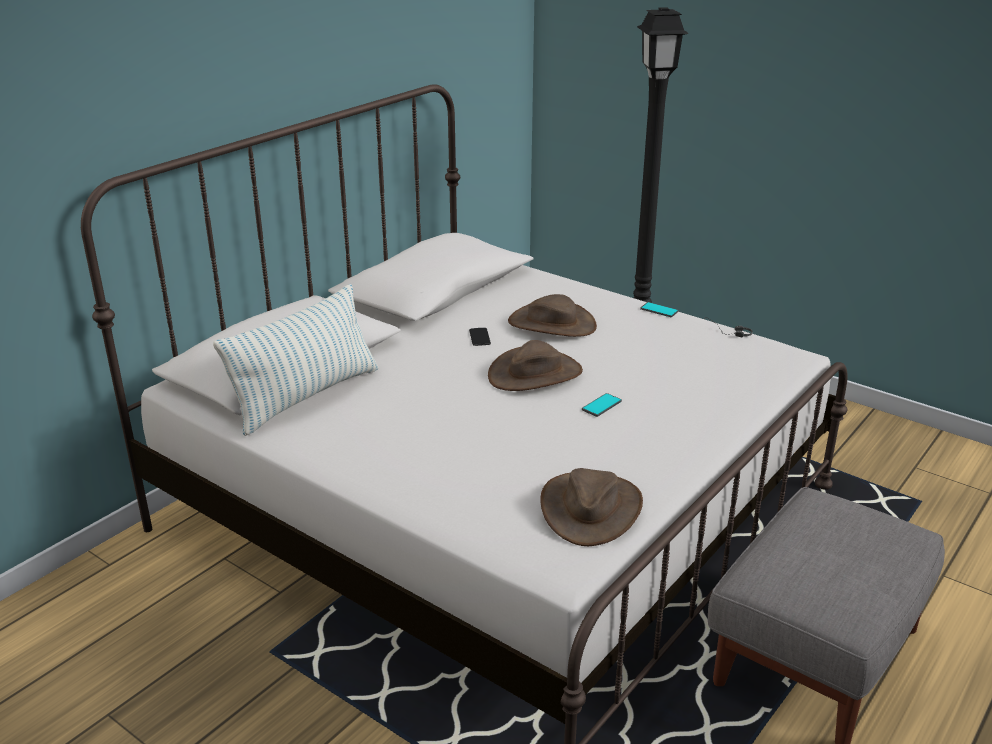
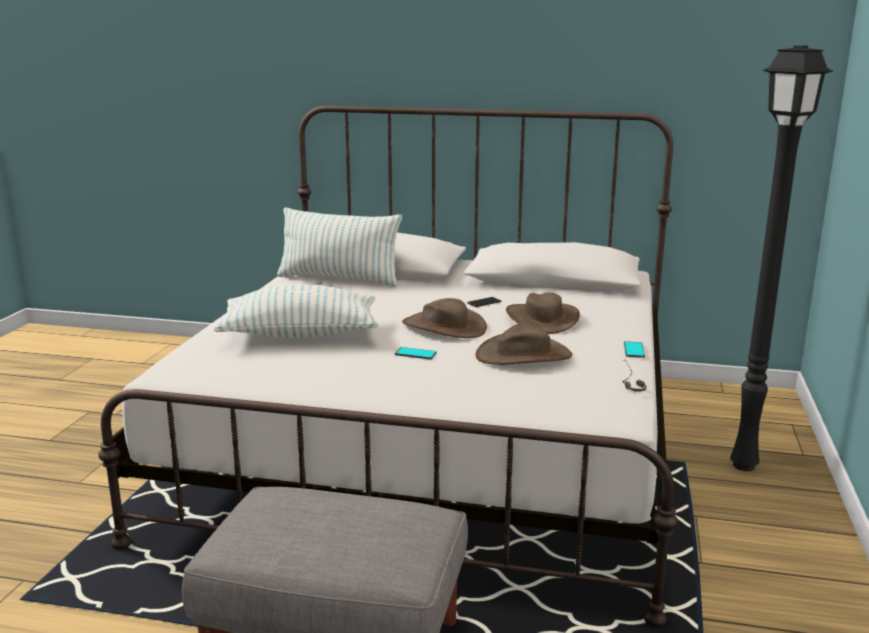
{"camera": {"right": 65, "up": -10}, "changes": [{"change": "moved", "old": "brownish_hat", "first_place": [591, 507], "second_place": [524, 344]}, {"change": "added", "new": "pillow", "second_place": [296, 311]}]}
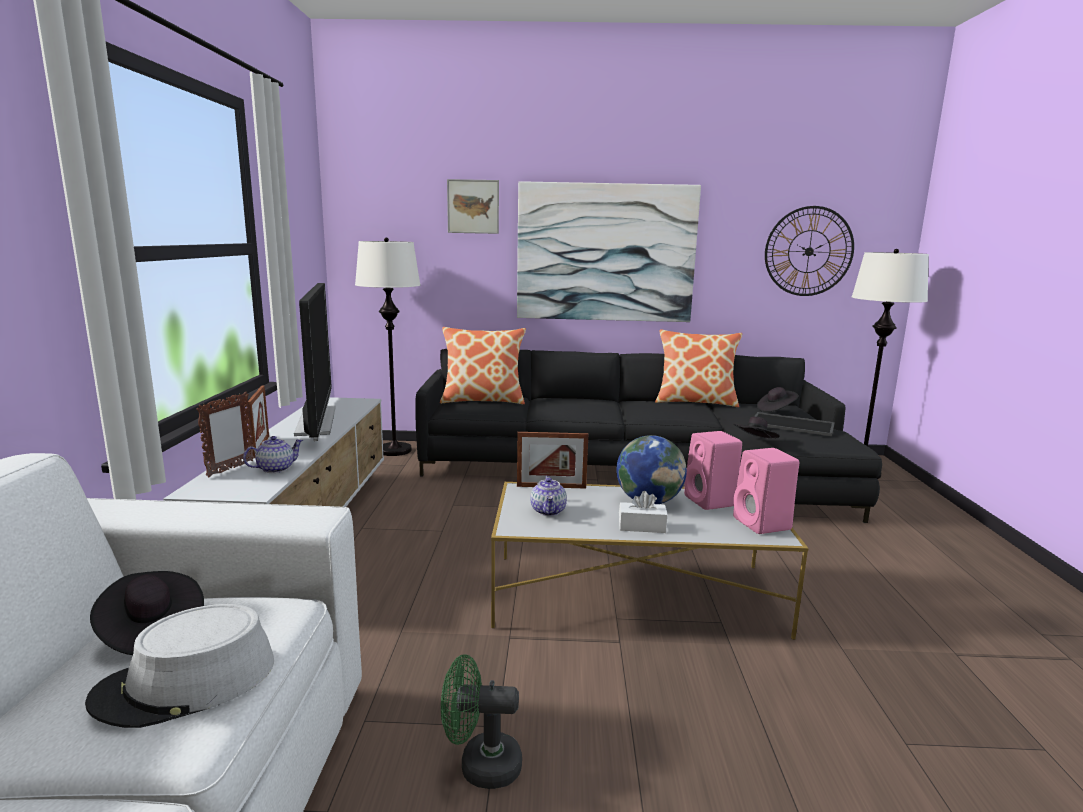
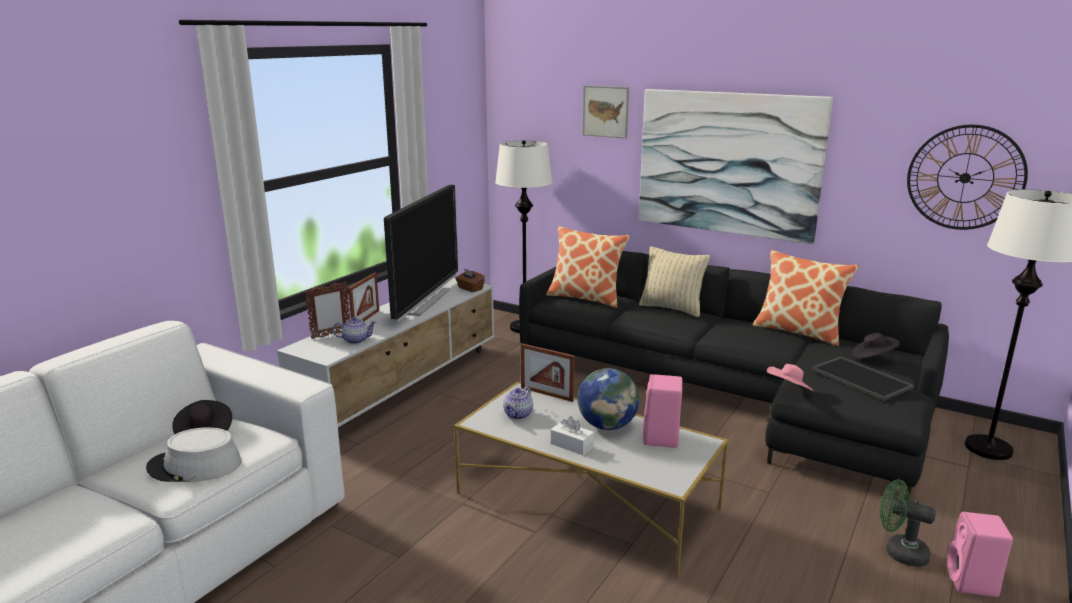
{"camera": {"right": 30, "up": 5}, "changes": [{"change": "recoloured", "old": "blackish_hat", "new": "pink_hat", "first_place": [756, 428], "second_place": [790, 377]}, {"change": "moved", "old": "pink_speaker", "first_place": [766, 491], "second_place": [979, 554]}, {"change": "moved", "old": "green_fan", "first_place": [481, 721], "second_place": [908, 523]}, {"change": "added", "new": "sand-coloured_pillow", "second_place": [674, 281]}, {"change": "added", "new": "brownish_box_of_tissues", "second_place": [470, 280]}]}
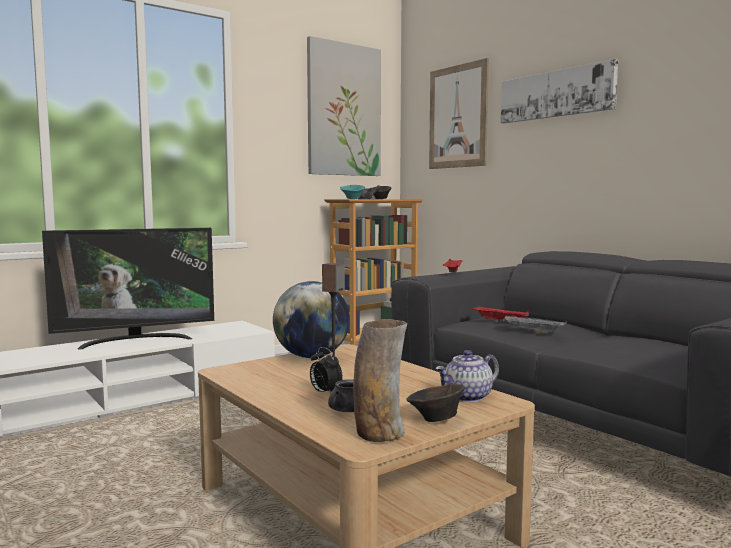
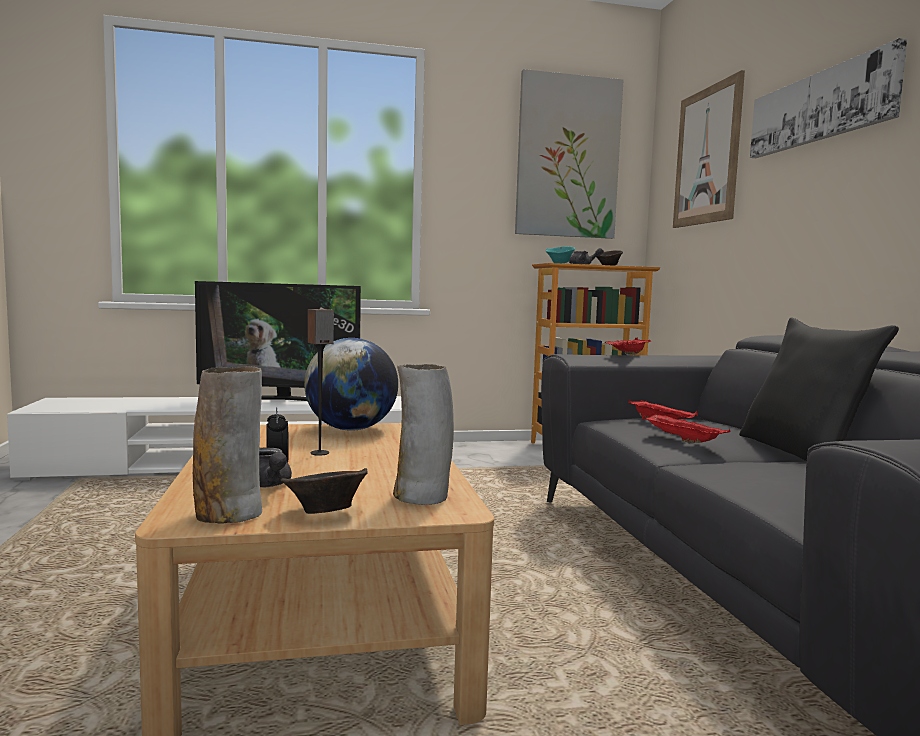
{"camera": {"right": 25, "up": 0}, "changes": [{"change": "recoloured", "old": "grey_serving_tray", "new": "reddish_serving_tray", "first_place": [534, 325], "second_place": [686, 428]}, {"change": "replaced", "old": "tea_pot", "new": "vase", "first_place": [467, 376], "second_place": [423, 434]}, {"change": "added", "new": "blackish_pillow", "second_place": [819, 389]}]}
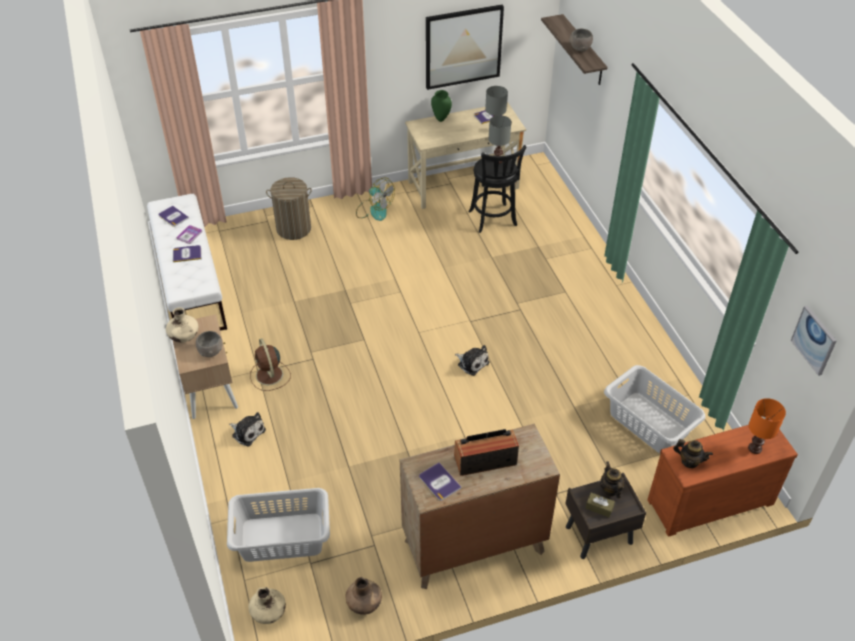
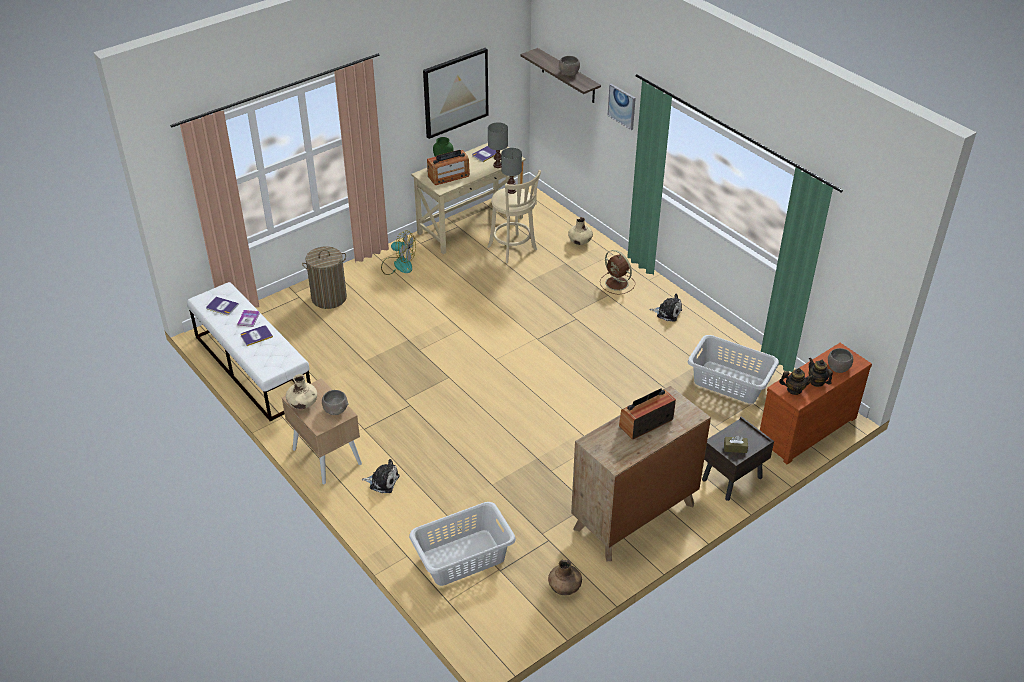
{"camera": {"right": -20, "up": -5}, "changes": [{"change": "recoloured", "old": "blackish_stool", "new": "sand-coloured_stool", "first_place": [497, 189], "second_place": [514, 216]}, {"change": "moved", "old": "picture", "first_place": [814, 341], "second_place": [622, 107]}, {"change": "moved", "old": "brownish_fan", "first_place": [270, 364], "second_place": [617, 272]}, {"change": "moved", "old": "plush_toy", "first_place": [472, 360], "second_place": [665, 308]}, {"change": "replaced", "old": "orange-coloured_tabletop_lamp", "new": "grey_deep_dish", "first_place": [767, 426], "second_place": [840, 360]}, {"change": "moved", "old": "tea_pot", "first_place": [612, 480], "second_place": [821, 372]}, {"change": "removed", "old": "bound_book", "first_place": [440, 482]}, {"change": "moved", "old": "sand-coloured_vase", "first_place": [267, 605], "second_place": [580, 231]}, {"change": "added", "new": "radio_set", "second_place": [448, 167]}]}
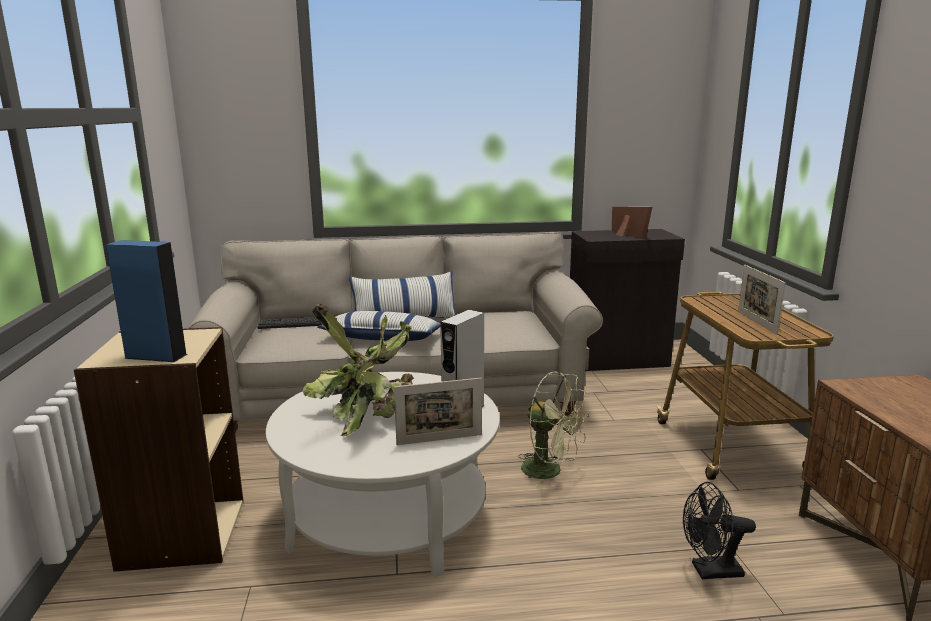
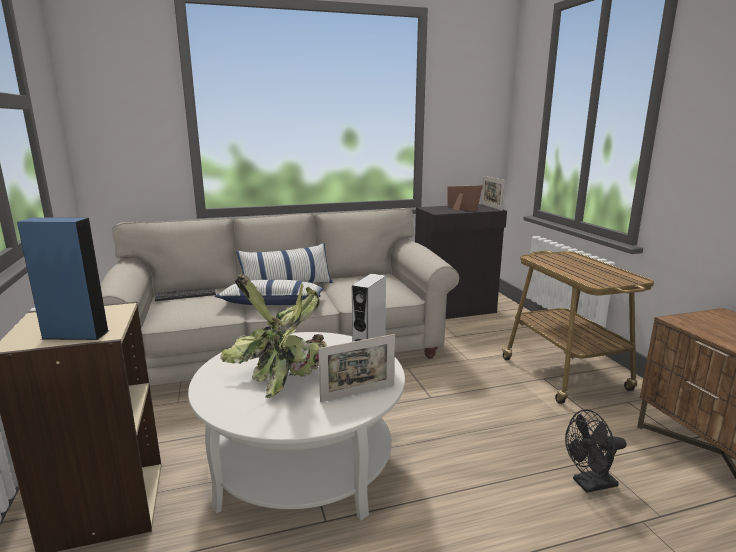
{"camera": {"right": -10, "up": 0}, "changes": [{"change": "moved", "old": "photo_frame", "first_place": [761, 300], "second_place": [493, 193]}, {"change": "removed", "old": "green_fan", "first_place": [553, 430]}]}
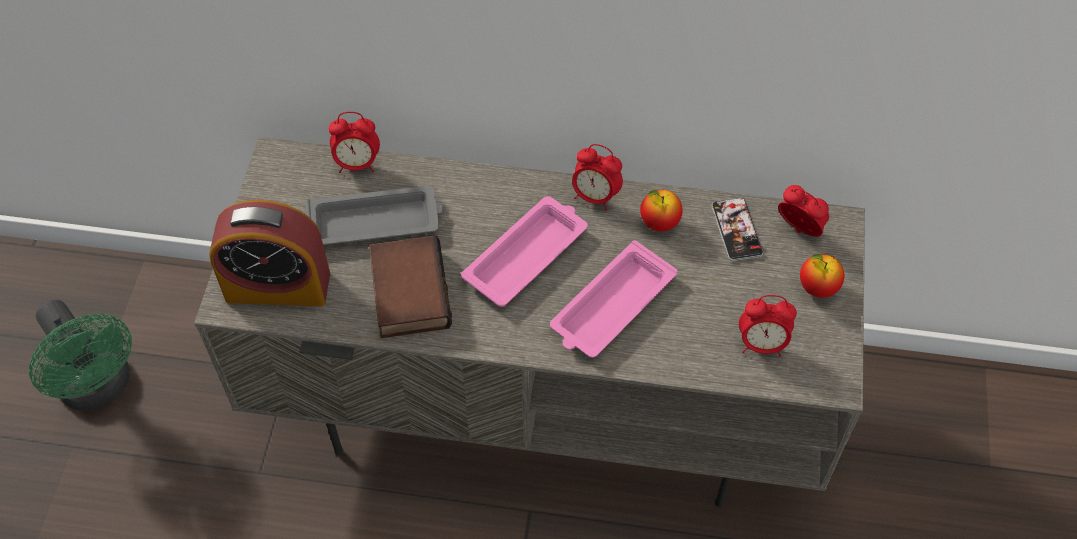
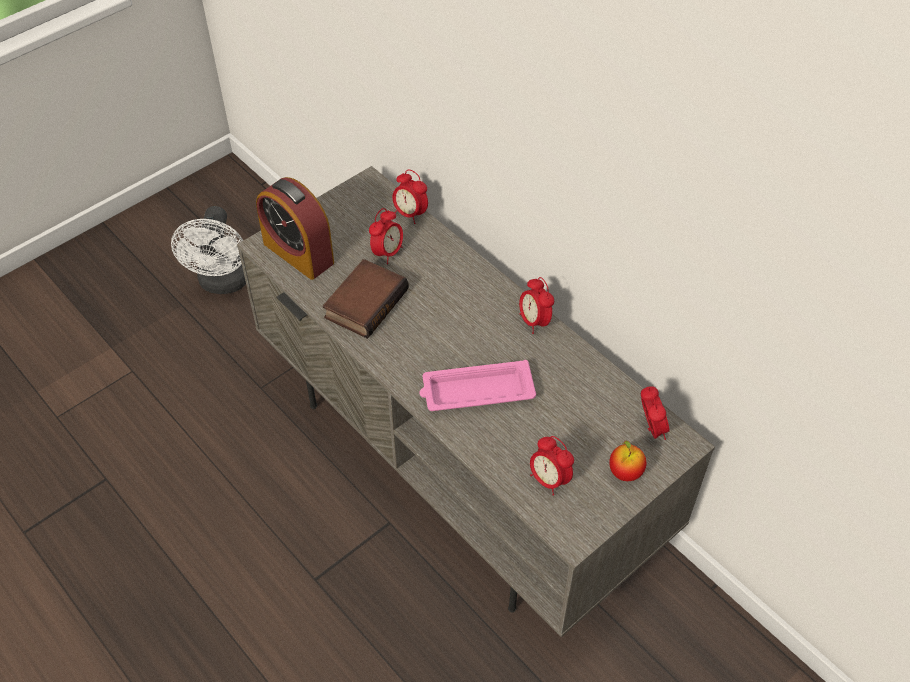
{"camera": {"right": 40, "up": -5}, "changes": [{"change": "replaced", "old": "grey_serving_tray", "new": "bedside_clock", "first_place": [374, 215], "second_place": [386, 236]}, {"change": "removed", "old": "whole_apple", "first_place": [661, 211]}, {"change": "removed", "old": "pink_serving_tray", "first_place": [524, 251]}, {"change": "removed", "old": "telephone", "first_place": [737, 229]}, {"change": "recoloured", "old": "green_fan", "new": "white-coloured_fan", "first_place": [80, 355], "second_place": [208, 250]}]}
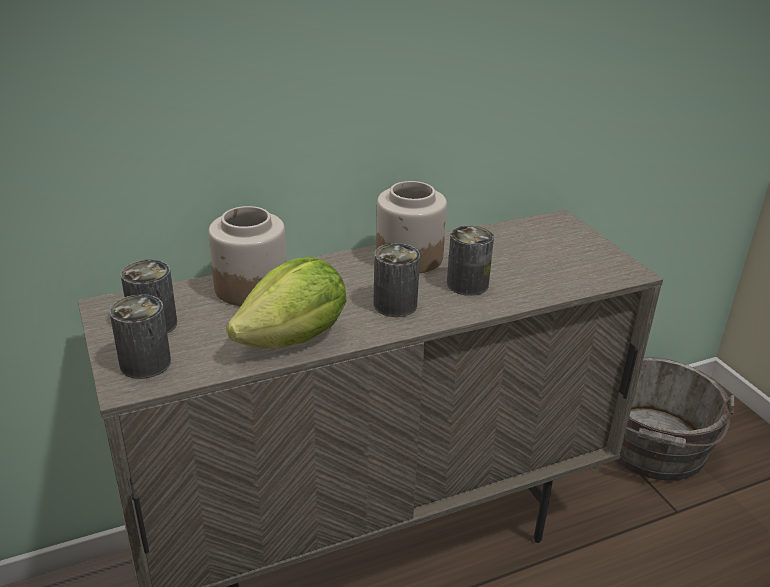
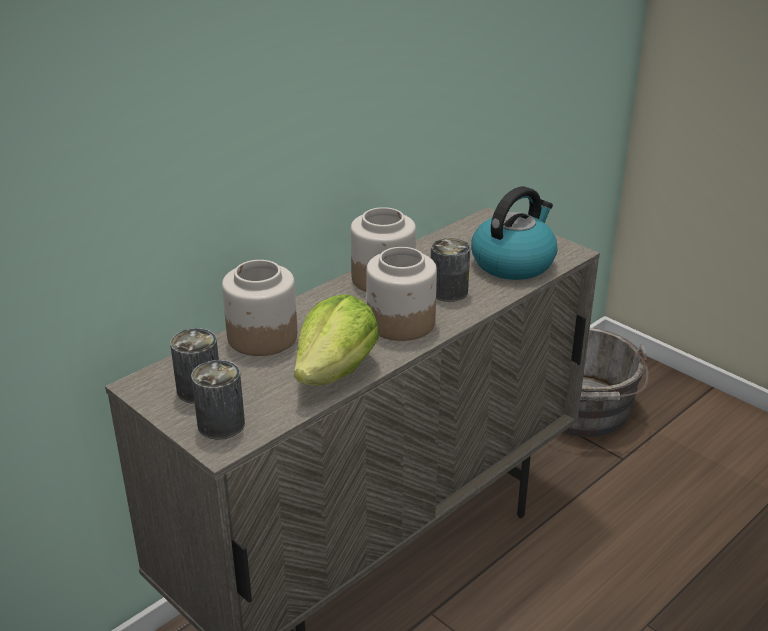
{"camera": {"right": -20, "up": 0}, "changes": [{"change": "replaced", "old": "sealed_can", "new": "preserve_jar", "first_place": [396, 280], "second_place": [401, 294]}, {"change": "added", "new": "water_kettle", "second_place": [514, 233]}]}
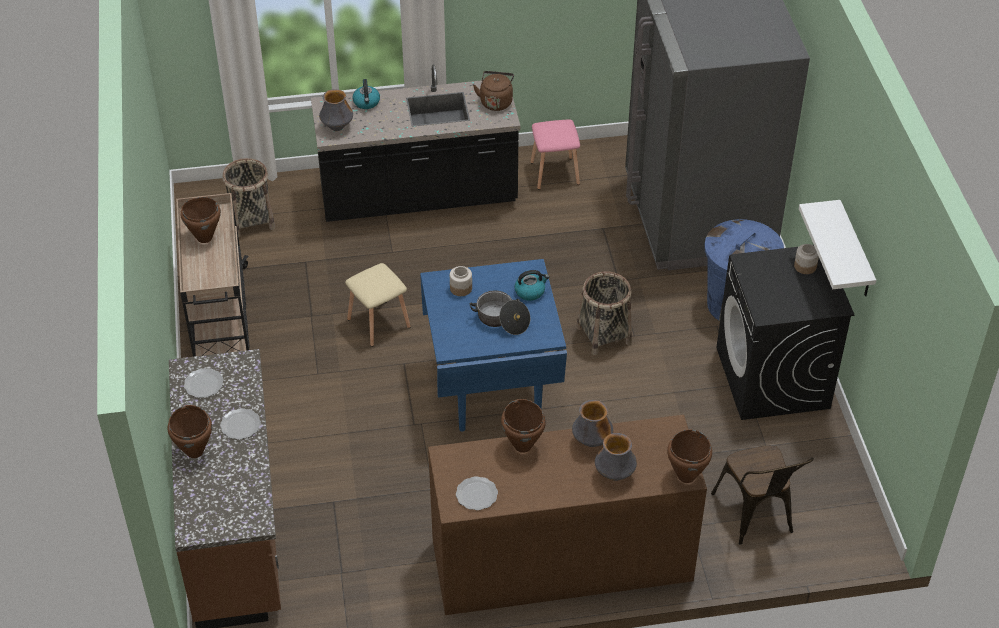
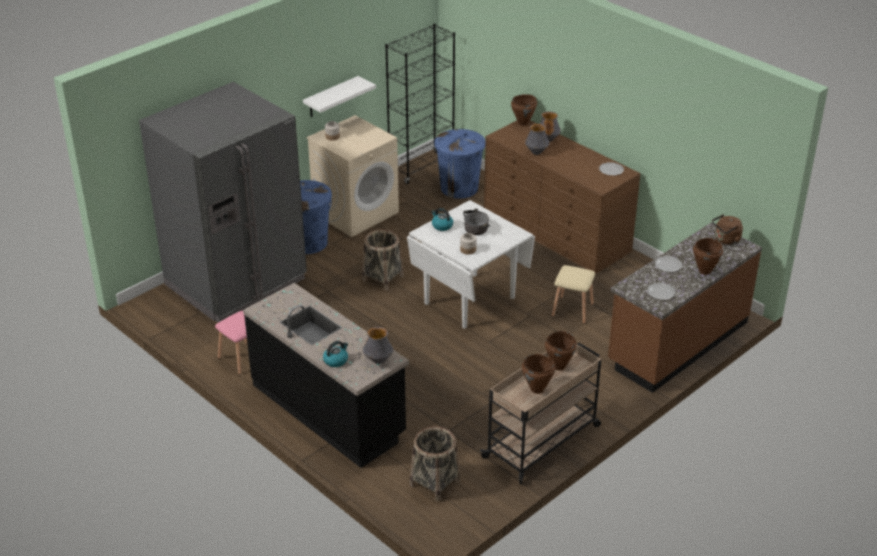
{"camera": {"right": -125, "up": -10}, "changes": [{"change": "moved", "old": "brownish_water_kettle", "first_place": [493, 91], "second_place": [727, 229]}, {"change": "recoloured", "old": "blackish_laundry_machine", "new": "sand-coloured_laundry_machine", "first_place": [785, 333], "second_place": [352, 176]}, {"change": "recoloured", "old": "blue_kitchen_table", "new": "white-coloured_kitchen_table", "first_place": [493, 345], "second_place": [471, 264]}, {"change": "moved", "old": "sand-coloured_stool", "first_place": [378, 305], "second_place": [573, 294]}, {"change": "moved", "old": "brownish_stockpot", "first_place": [523, 426], "second_place": [561, 350]}, {"change": "replaced", "old": "brownish_plain_chair", "new": "blue_rubbish_bin", "first_place": [762, 495], "second_place": [459, 164]}, {"change": "added", "new": "blackish_bookcase", "second_place": [420, 104]}]}
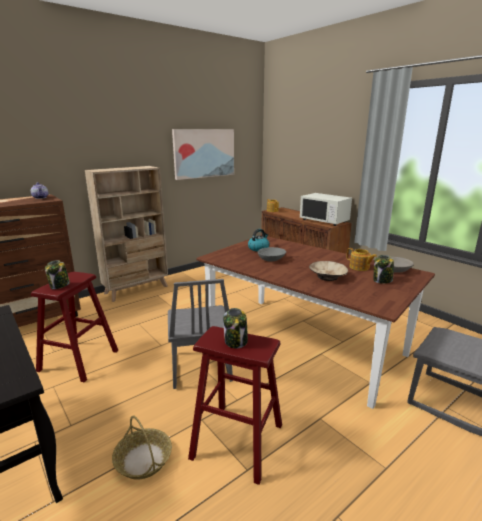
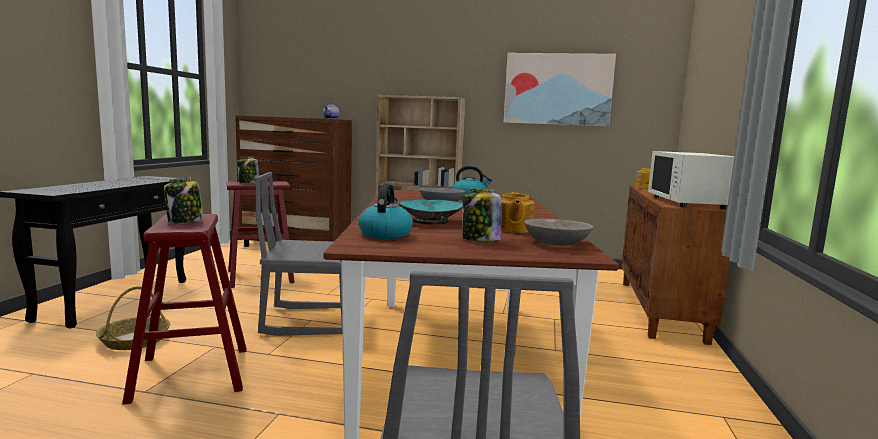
{"camera": {"right": 50, "up": -10}, "changes": [{"change": "recoloured", "old": "sand-coloured_deep_dish", "new": "turquoise-coloured_deep_dish", "first_place": [328, 271], "second_place": [430, 212]}, {"change": "turned", "old": "grey_plain_chair", "first_place": [200, 334], "second_place": [298, 254], "degrees": 45}, {"change": "added", "new": "water_kettle", "second_place": [386, 211]}]}
